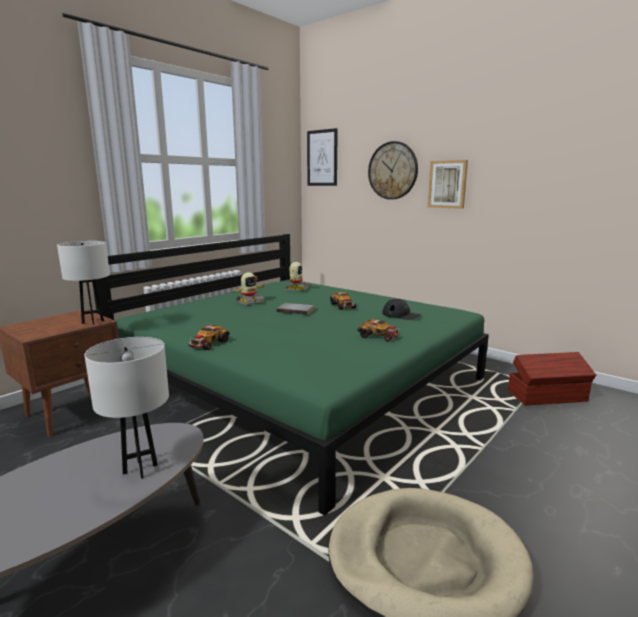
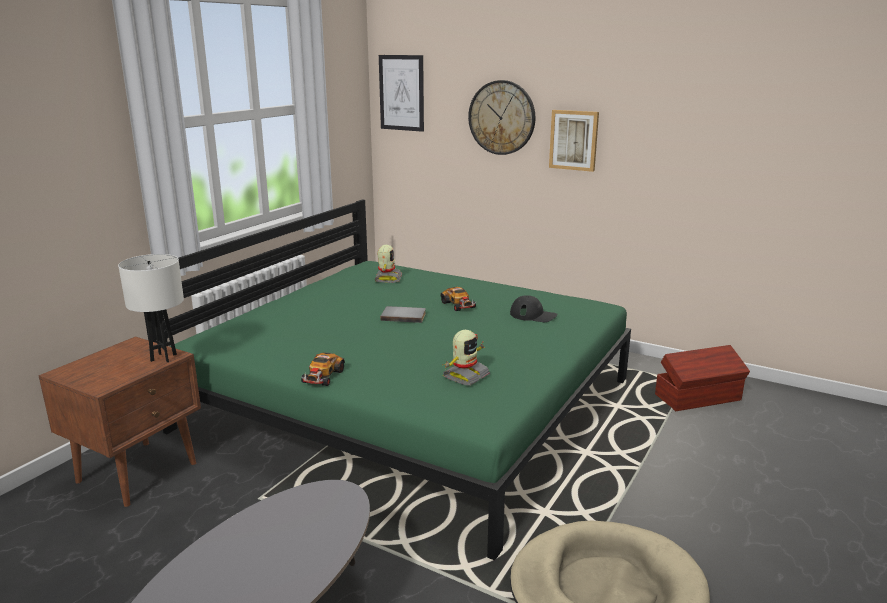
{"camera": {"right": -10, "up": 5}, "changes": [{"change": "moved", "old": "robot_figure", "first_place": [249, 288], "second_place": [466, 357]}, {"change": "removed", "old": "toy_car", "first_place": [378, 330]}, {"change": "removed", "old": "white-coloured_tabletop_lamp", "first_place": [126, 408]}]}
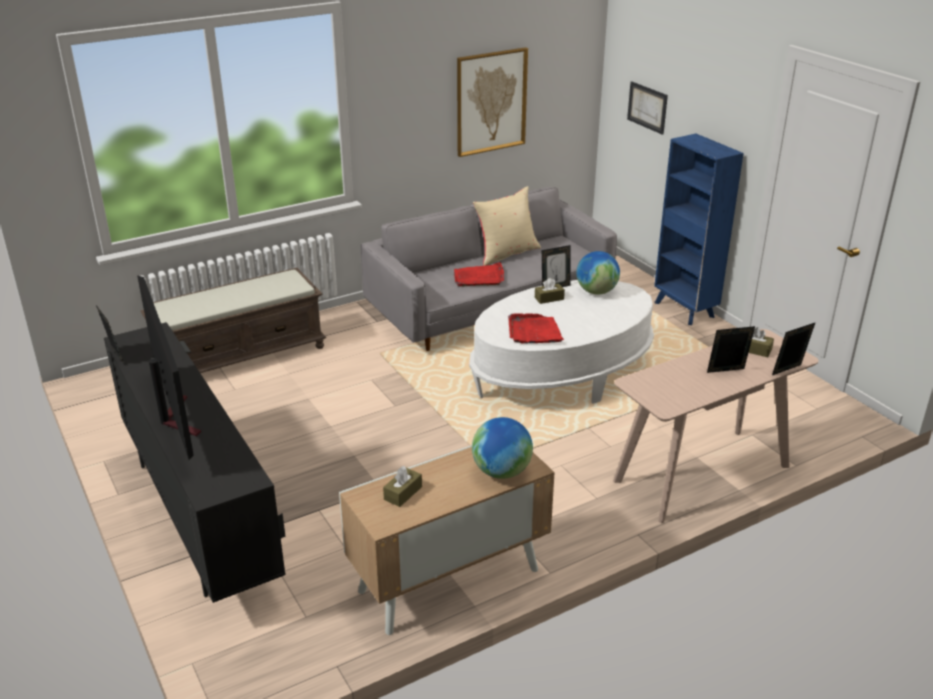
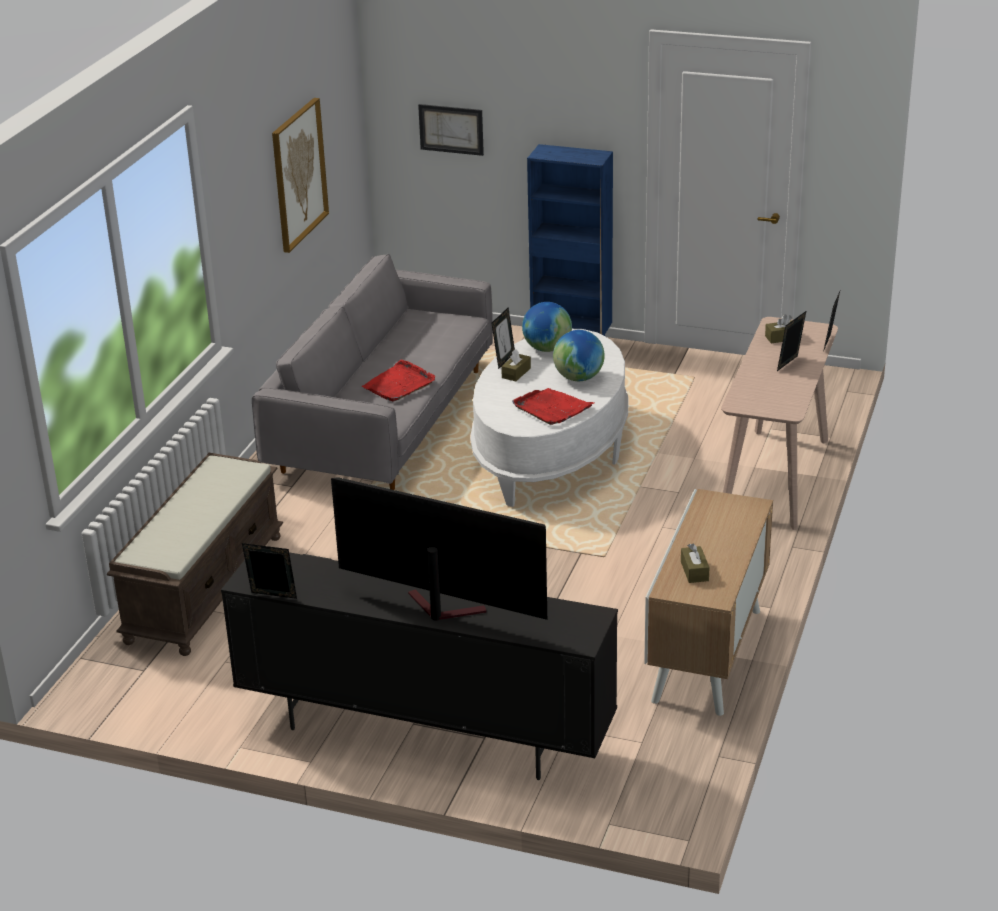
{"camera": {"right": -40, "up": 0}, "changes": [{"change": "removed", "old": "sand-coloured_pillow", "first_place": [507, 226]}, {"change": "moved", "old": "globe", "first_place": [502, 448], "second_place": [579, 355]}]}
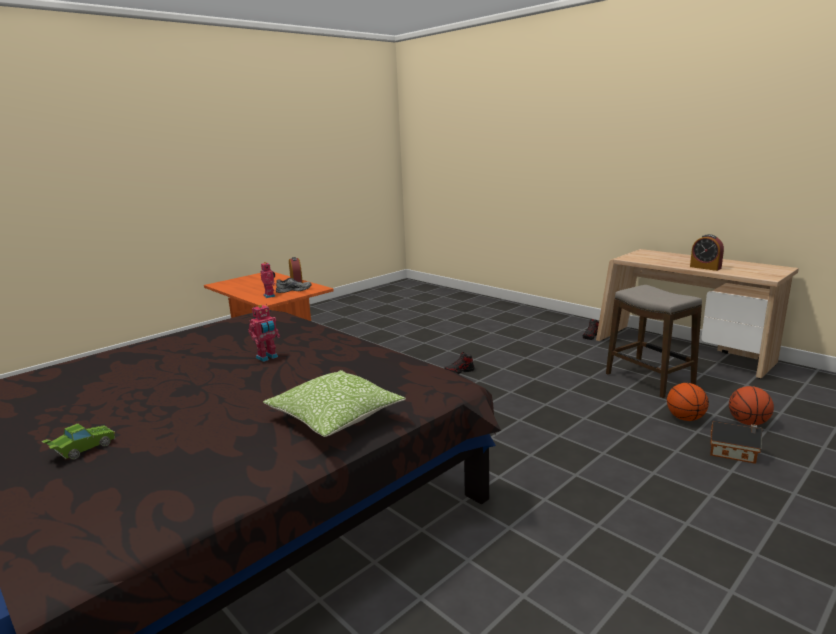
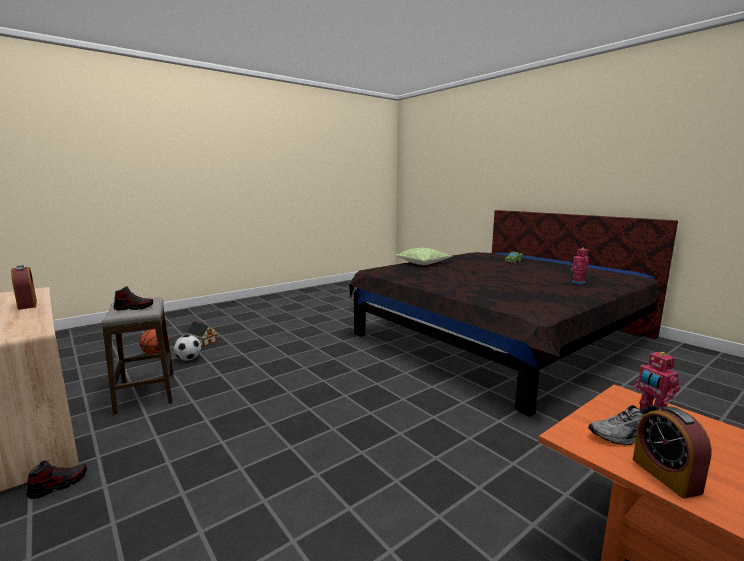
{"camera": {"right": -175, "up": -5}, "changes": [{"change": "moved", "old": "robot_figure", "first_place": [264, 333], "second_place": [580, 266]}, {"change": "moved", "old": "shoe", "first_place": [459, 363], "second_place": [133, 298]}, {"change": "replaced", "old": "ball_for_basketball", "new": "football", "first_place": [688, 402], "second_place": [187, 348]}]}
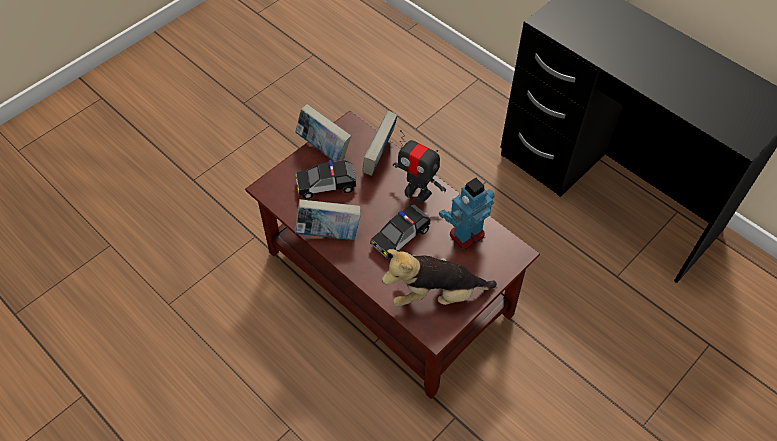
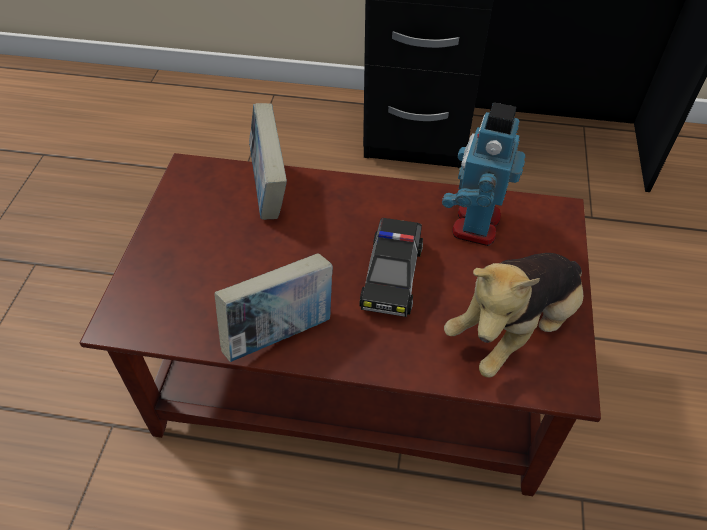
{"camera": {"right": -35, "up": -5}, "changes": [{"change": "removed", "old": "bound_book", "first_place": [323, 132]}, {"change": "removed", "old": "robot_figure", "first_place": [419, 166]}, {"change": "removed", "old": "toy_car", "first_place": [326, 179]}]}
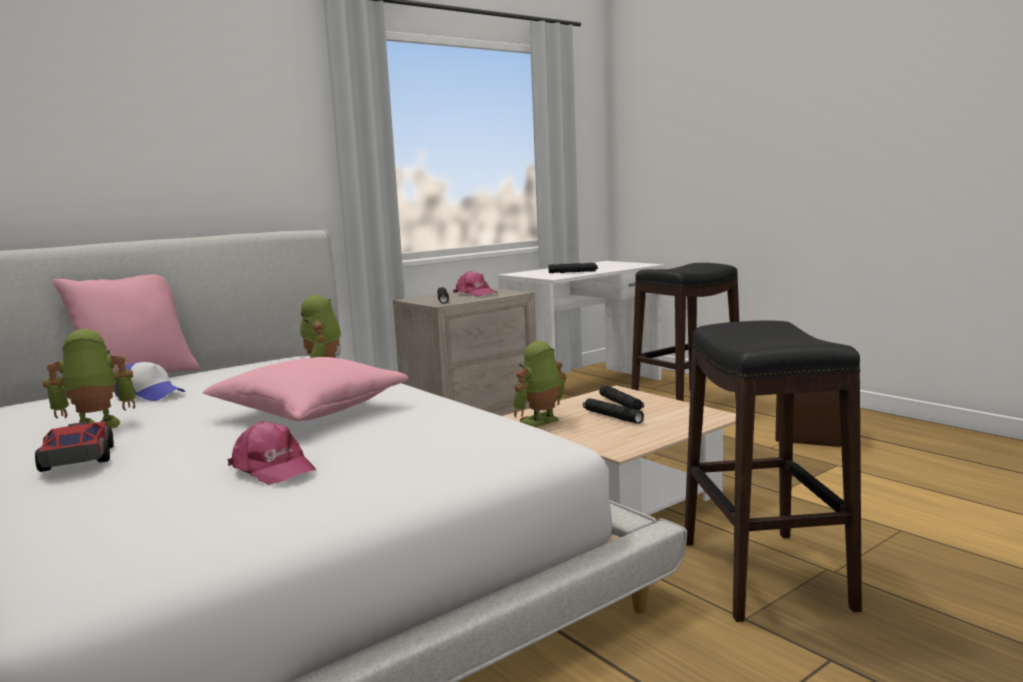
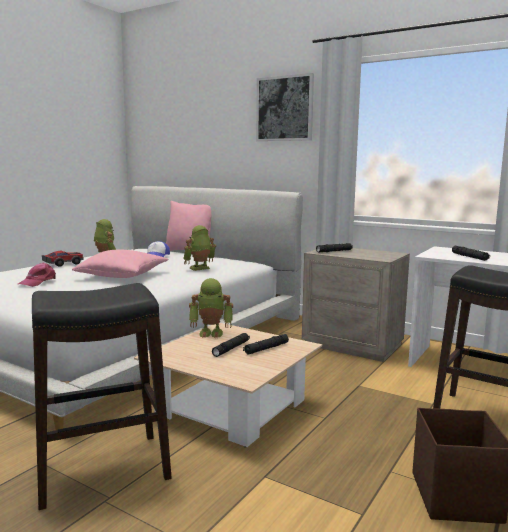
{"camera": {"right": 70, "up": 0}, "changes": [{"change": "removed", "old": "pink_peaked_cap", "first_place": [475, 284]}, {"change": "turned", "old": "robot_figure", "first_place": [539, 384], "second_place": [211, 308], "degrees": 150}, {"change": "added", "new": "picture", "second_place": [285, 107]}]}
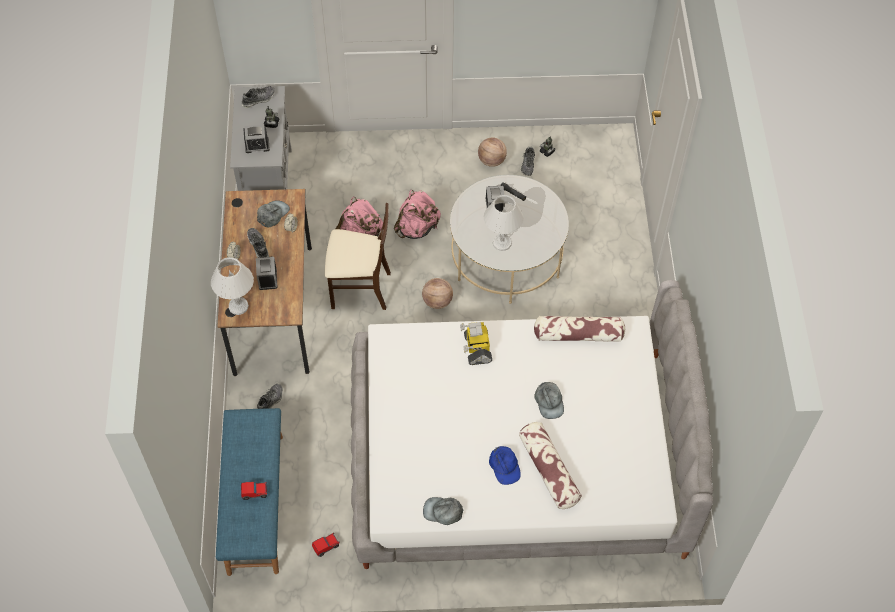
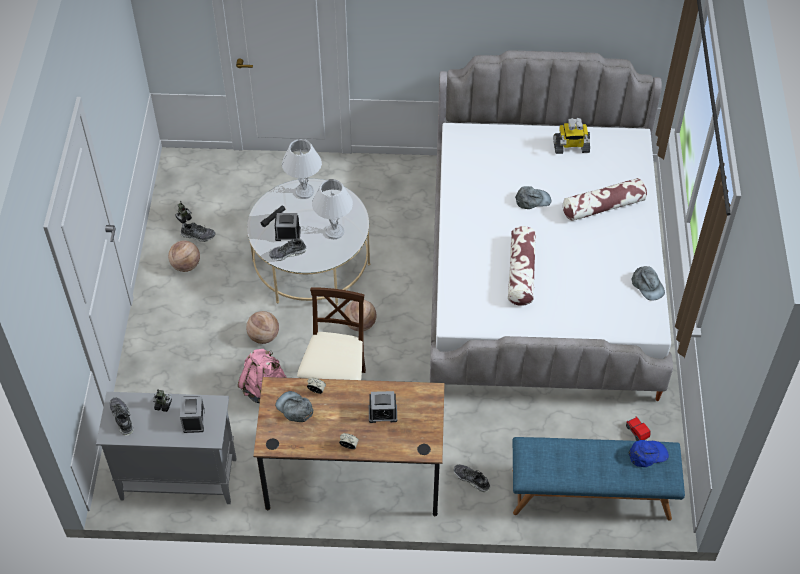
{"camera": {"right": -85, "up": -5}, "changes": [{"change": "replaced", "old": "pink_rucksack", "new": "ball_for_basketball", "first_place": [417, 214], "second_place": [262, 327]}, {"change": "moved", "old": "shoe", "first_place": [258, 243], "second_place": [288, 250]}, {"change": "moved", "old": "white-coloured_tabletop_lamp", "first_place": [232, 286], "second_place": [302, 169]}, {"change": "moved", "old": "pillow", "first_place": [579, 329], "second_place": [522, 266]}, {"change": "moved", "old": "robot_figure", "first_place": [476, 343], "second_place": [571, 136]}, {"change": "moved", "old": "blue_peaked_cap", "first_place": [505, 465], "second_place": [648, 453]}, {"change": "removed", "old": "toy_car", "first_place": [254, 491]}, {"change": "turned", "old": "grey_peaked_cap", "first_place": [443, 511], "second_place": [648, 283], "degrees": -45}]}
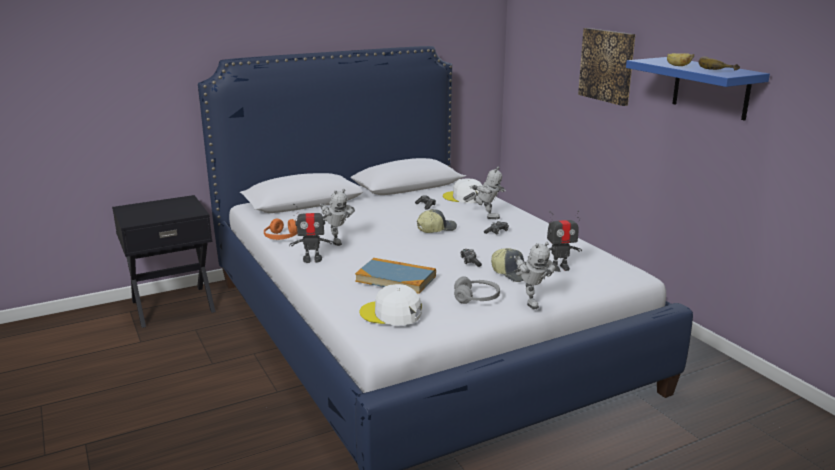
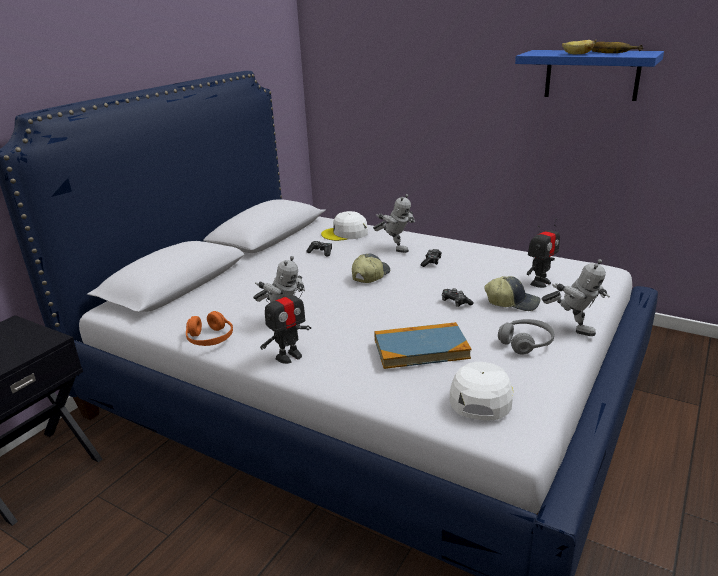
{"camera": {"right": -30, "up": 5}, "changes": [{"change": "removed", "old": "picture", "first_place": [607, 67]}, {"change": "turned", "old": "robot_figure", "first_place": [484, 193], "second_place": [394, 223], "degrees": 45}, {"change": "turned", "old": "white-coloured_peaked_cap", "first_place": [390, 304], "second_place": [481, 391], "degrees": 120}]}
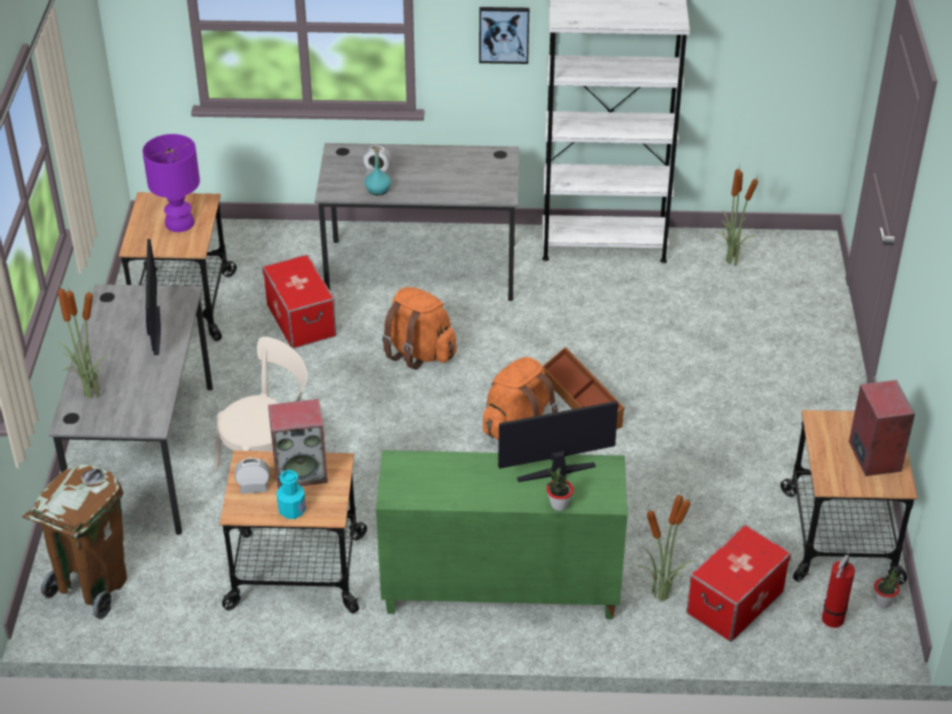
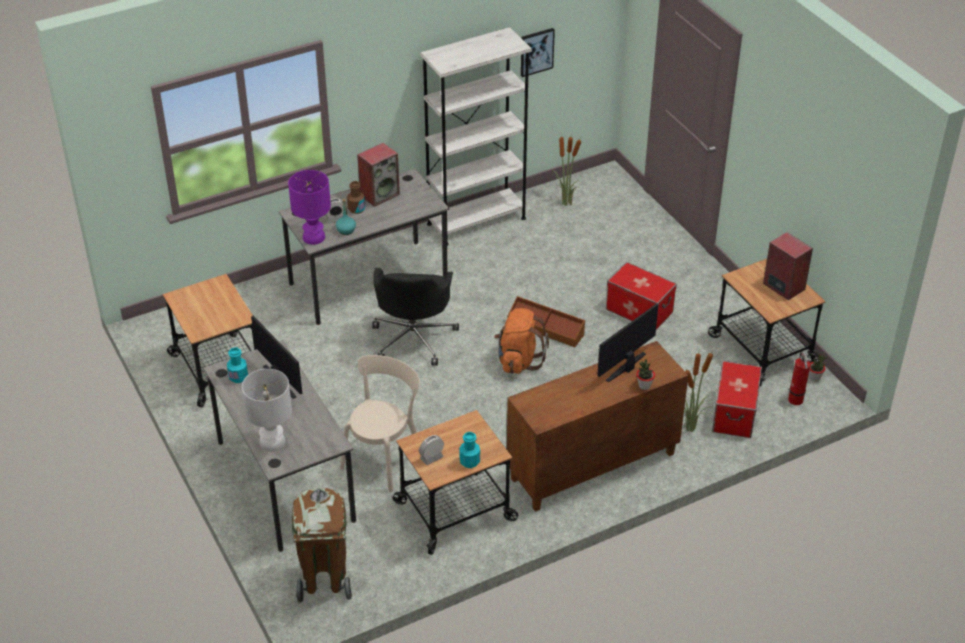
{"camera": {"right": -30, "up": 0}, "changes": [{"change": "moved", "old": "picture", "first_place": [504, 35], "second_place": [538, 52]}, {"change": "moved", "old": "purplish_tabletop_lamp", "first_place": [171, 183], "second_place": [309, 207]}, {"change": "moved", "old": "storage_bin", "first_place": [299, 301], "second_place": [641, 296]}, {"change": "replaced", "old": "houseplant", "new": "white-coloured_tabletop_lamp", "first_place": [82, 340], "second_place": [267, 410]}, {"change": "replaced", "old": "orange-coloured_rucksack", "new": "blackish_desk_chair", "first_place": [419, 328], "second_place": [415, 317]}, {"change": "moved", "old": "speaker", "first_place": [298, 444], "second_place": [378, 175]}, {"change": "recoloured", "old": "green_cabinet", "new": "brownish_cabinet", "first_place": [502, 534], "second_place": [597, 426]}, {"change": "added", "new": "brownish_beverage_bottle", "second_place": [356, 197]}, {"change": "added", "new": "turquoise-coloured_beverage_bottle", "second_place": [237, 365]}]}
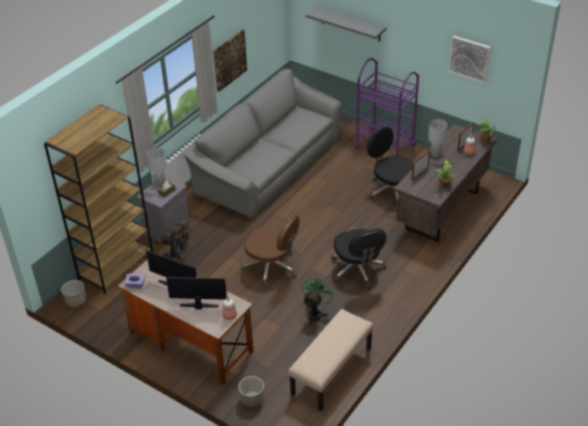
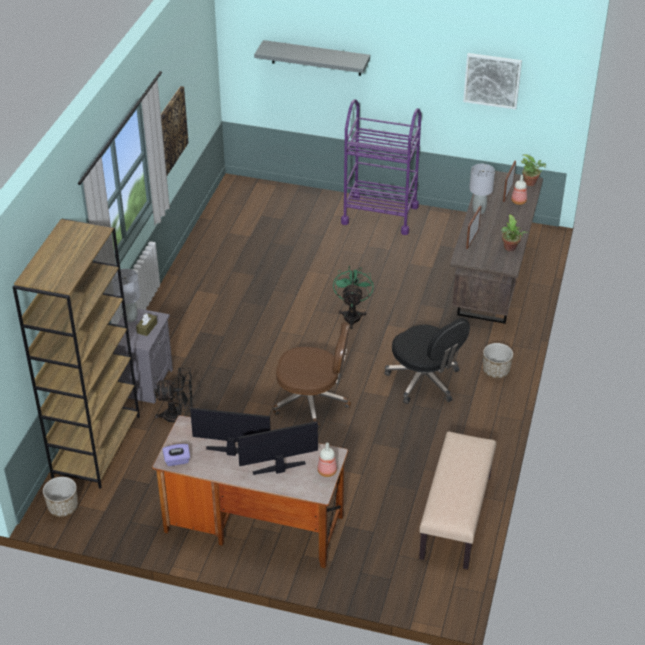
{"camera": {"right": -20, "up": 0}, "changes": [{"change": "removed", "old": "grey_couch", "first_place": [263, 144]}, {"change": "removed", "old": "blackish_desk_chair", "first_place": [390, 166]}, {"change": "moved", "old": "green_fan", "first_place": [318, 300], "second_place": [353, 297]}, {"change": "moved", "old": "planter", "first_place": [251, 391], "second_place": [498, 360]}]}
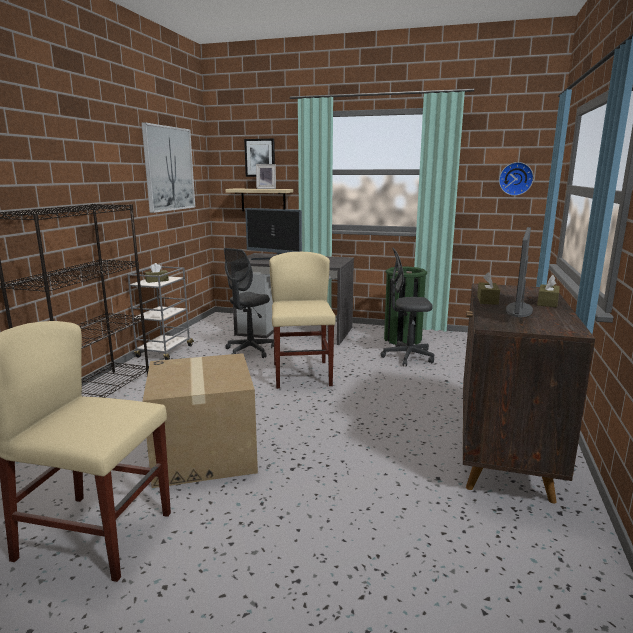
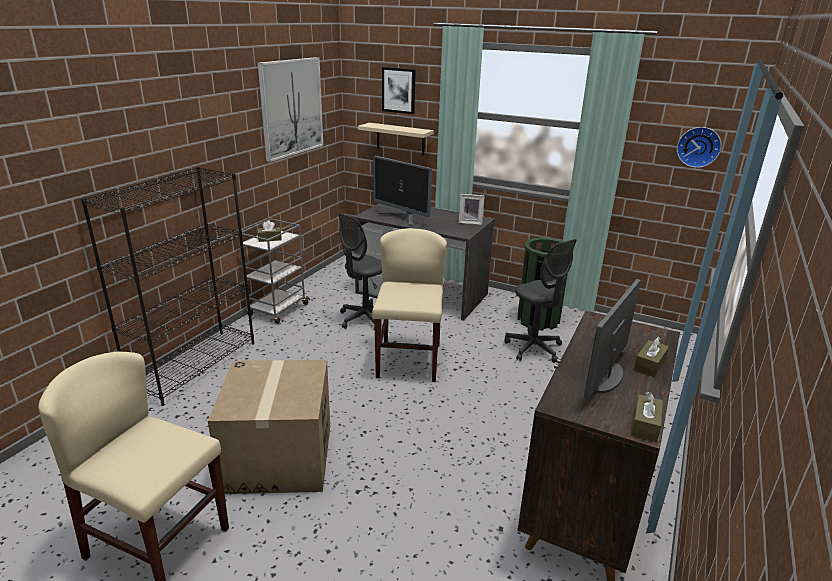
{"camera": {"right": 10, "up": 10}, "changes": [{"change": "moved", "old": "photo_frame", "first_place": [266, 176], "second_place": [472, 209]}, {"change": "turned", "old": "grey_desk_chair", "first_place": [407, 307], "second_place": [540, 301], "degrees": -135}, {"change": "moved", "old": "brownish_box_of_tissues", "first_place": [488, 288], "second_place": [647, 417]}]}
